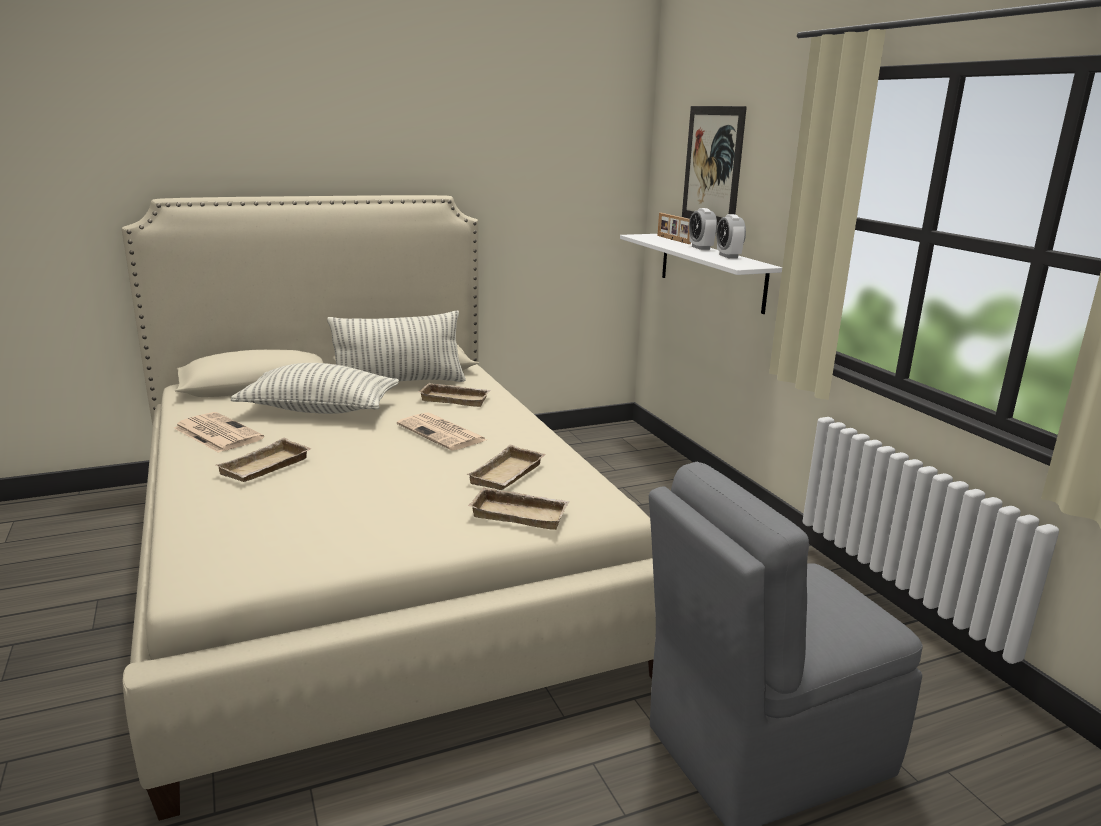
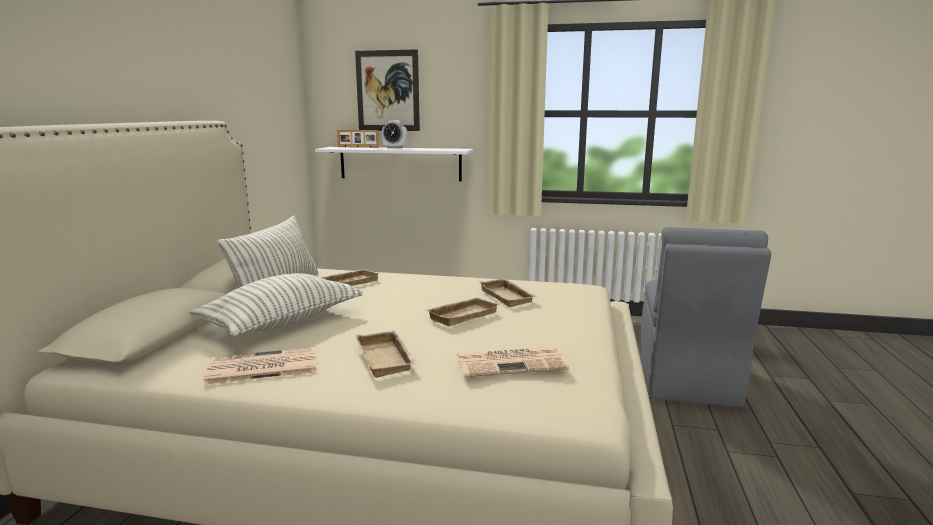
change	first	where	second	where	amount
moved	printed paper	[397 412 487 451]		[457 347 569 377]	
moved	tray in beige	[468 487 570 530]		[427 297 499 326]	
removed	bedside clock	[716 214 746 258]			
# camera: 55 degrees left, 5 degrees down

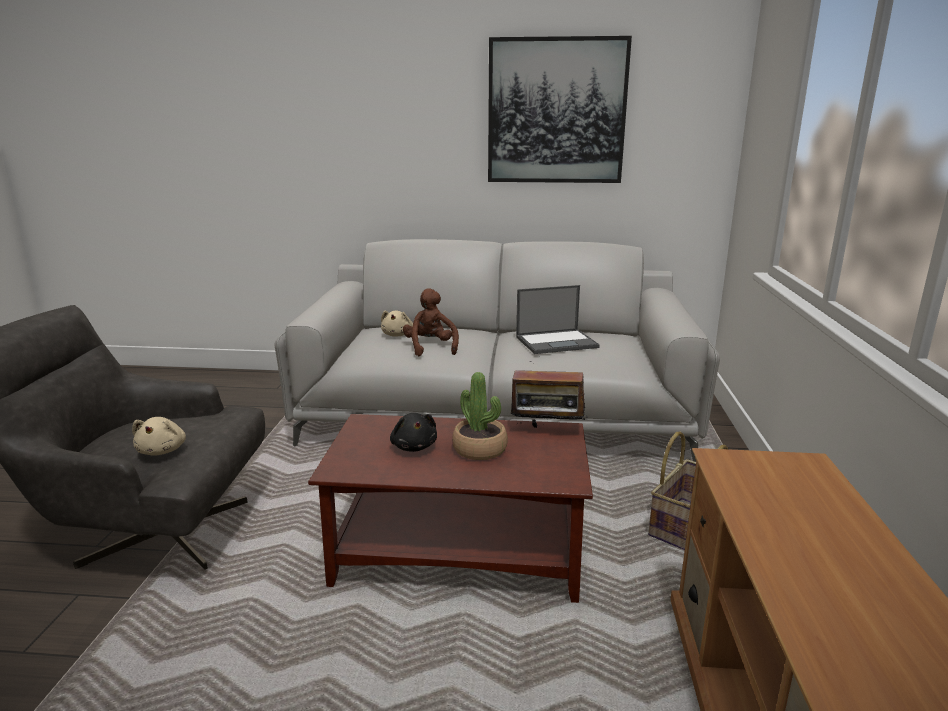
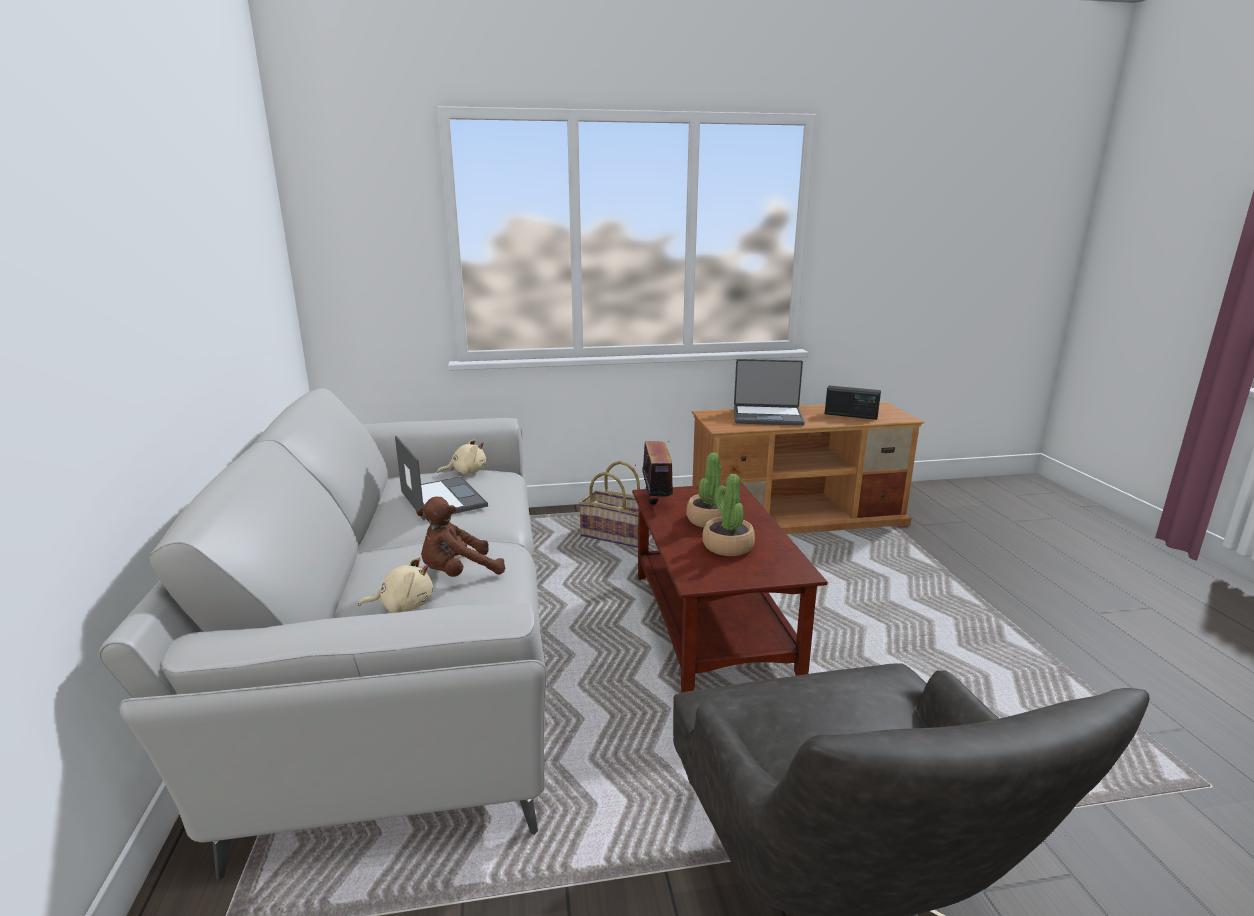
change	first	where	second	where	amount
moved	soft toy in beige	[132 417 186 456]		[437 439 486 474]	
replaced	soft toy in black-coloured	[390 413 437 452]	potted plant	[702 474 755 556]	
removed	picture	[488 36 632 183]			
added			portable computer	[734 359 805 426]	
added			radio receiver	[825 386 881 420]	
# camera: 105 degrees left, 0 degrees up

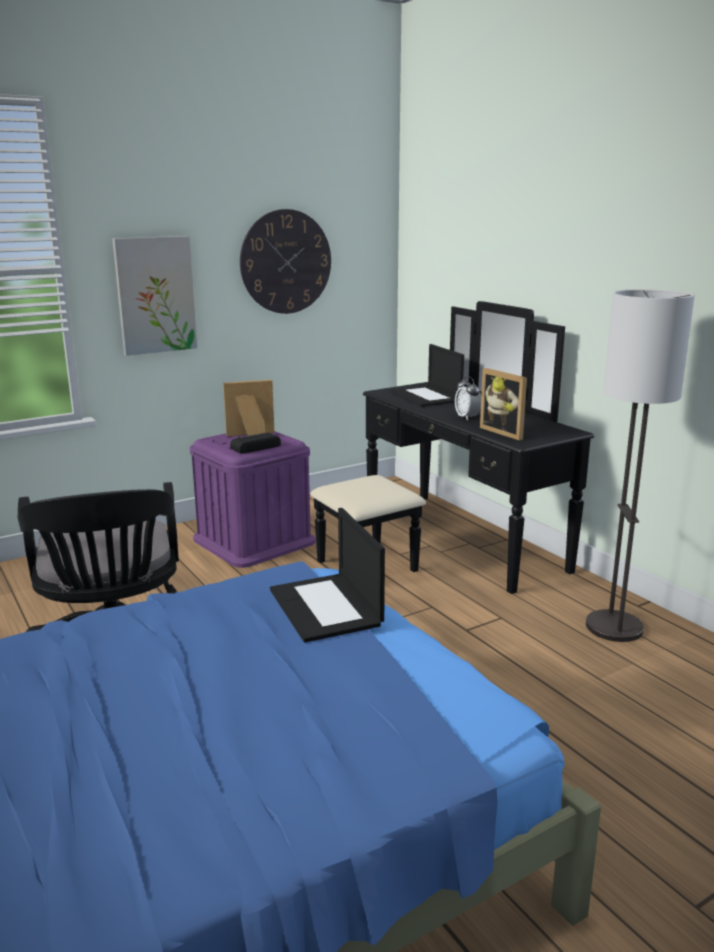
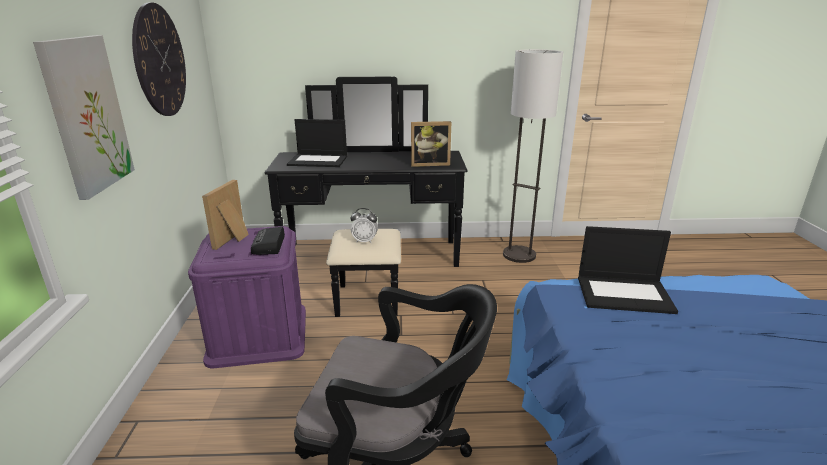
change	first	where	second	where	amount
moved	bedside clock	[455 376 481 420]		[350 208 378 244]	
# camera: 60 degrees left, 5 degrees up

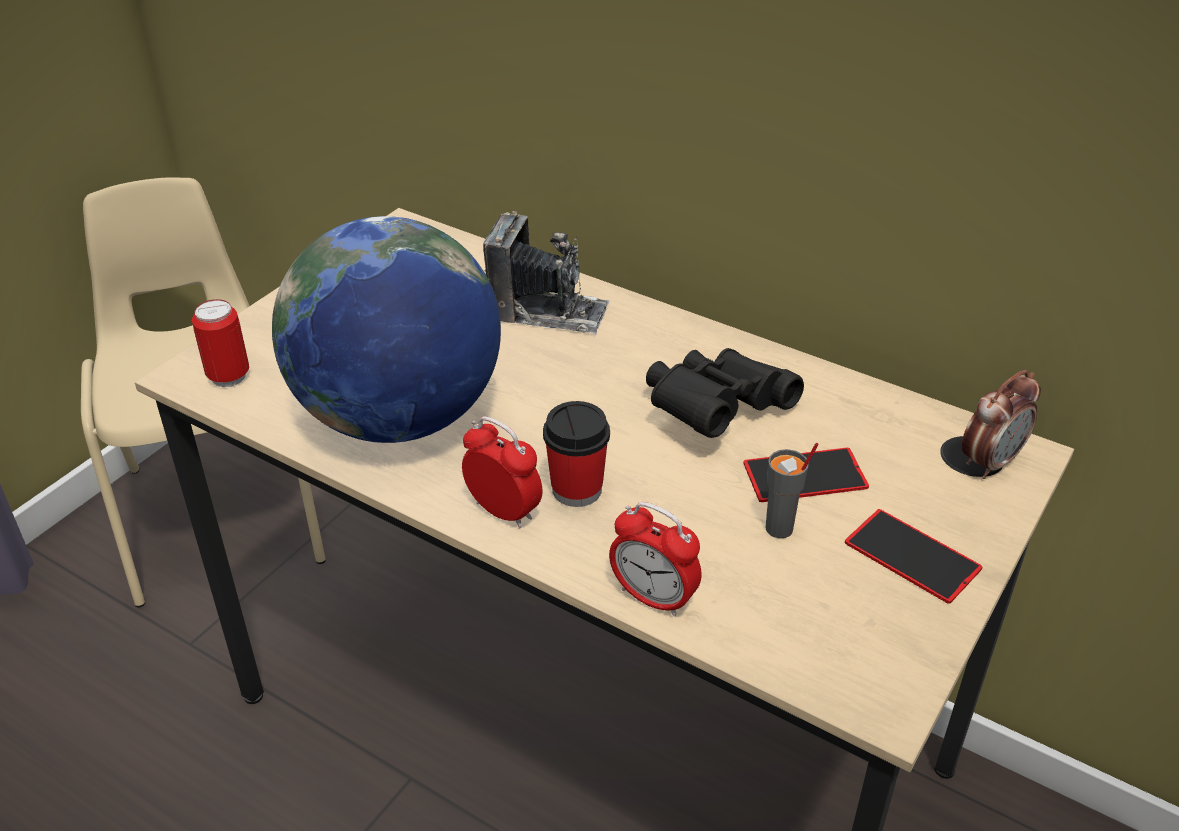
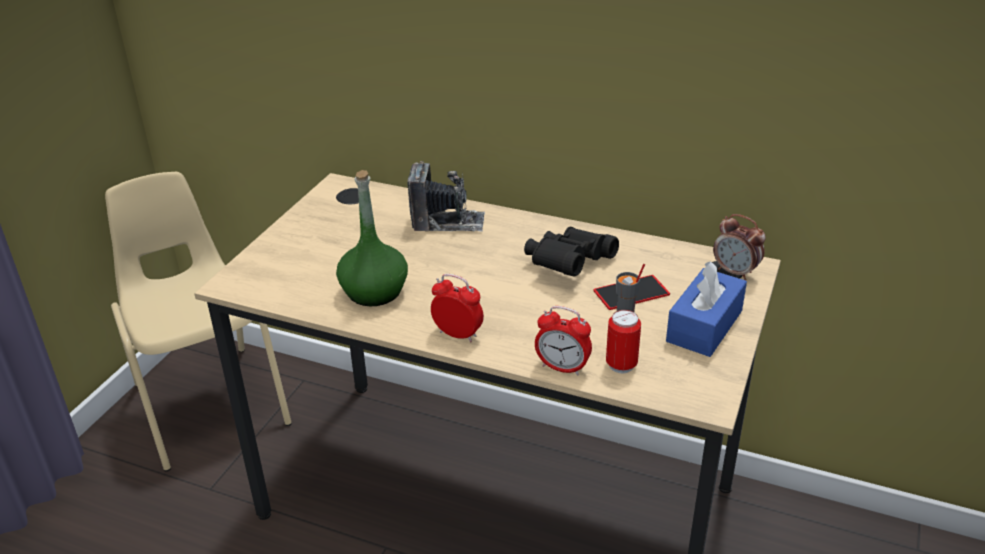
change	first	where	second	where	amount
moved	sealed can	[192 299 249 387]		[606 310 641 373]	
replaced	world globe	[272 216 501 443]	beverage bottle in greenish	[336 170 408 306]	
removed	cup	[543 401 610 507]			
replaced	phone	[845 509 983 604]	tissue box in bluish	[666 262 747 357]	
turned	bedside clock	[961 370 1041 479]		[713 214 766 280]	90 degrees clockwise
# camera: 10 degrees left, 5 degrees down

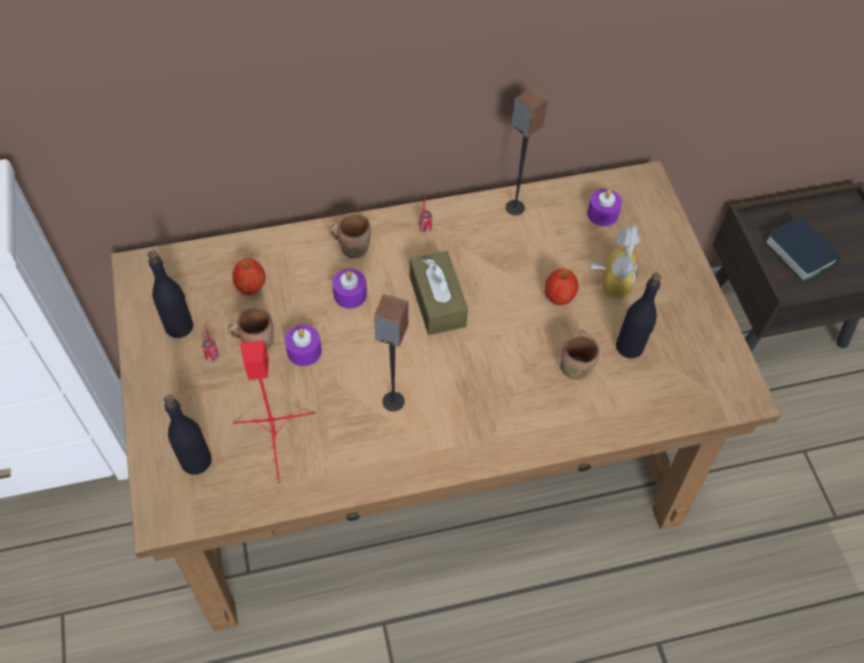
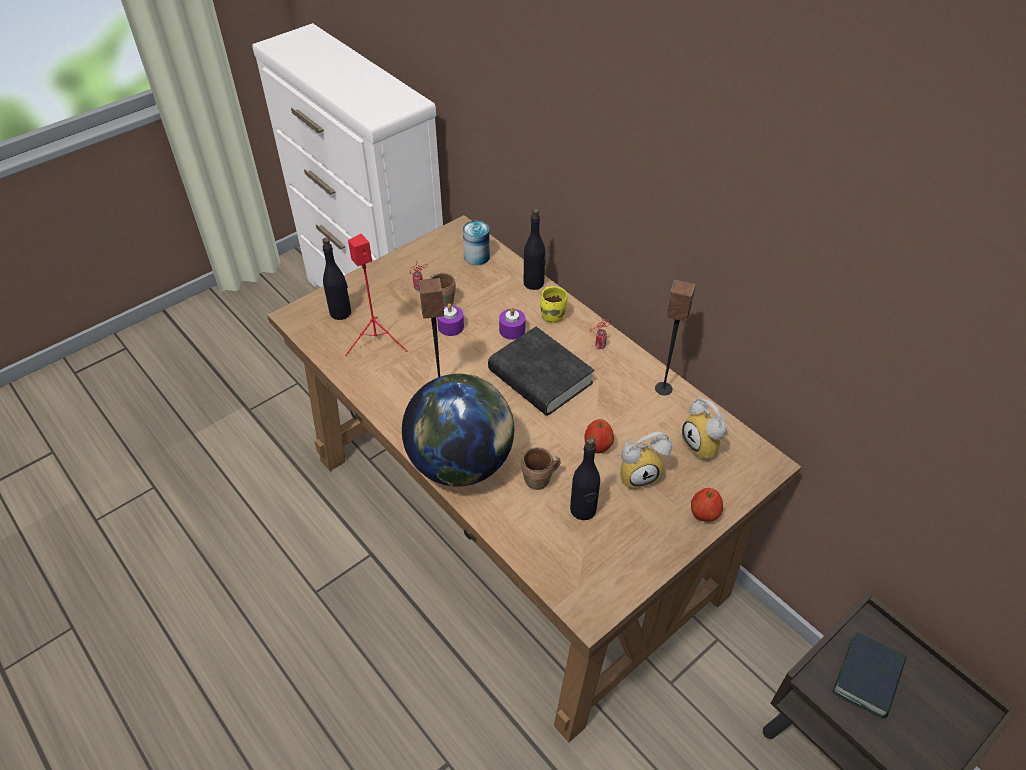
change	first	where	second	where	amount
moved	beverage bottle in black-coloured	[148 250 193 338]		[524 208 546 290]	
moved	apple	[232 258 266 295]		[691 488 723 522]	
recoloured	mug in brownish	[329 212 371 259]	mug in yellowish	[540 286 568 324]	
replaced	tissue box in brownish	[410 251 468 335]	bound book in black-coloured	[488 327 594 416]	
replaced	wax light in purplish	[587 189 622 226]	bedside clock	[682 399 727 459]	
added			world globe	[402 374 514 487]	
added			sealed can	[463 221 490 265]	
# camera: 65 degrees right, 10 degrees down

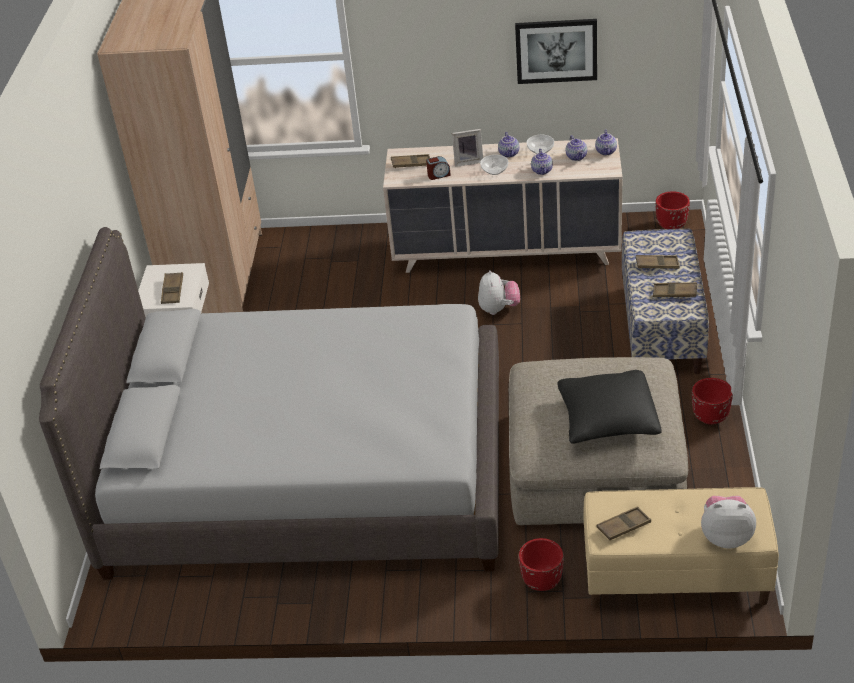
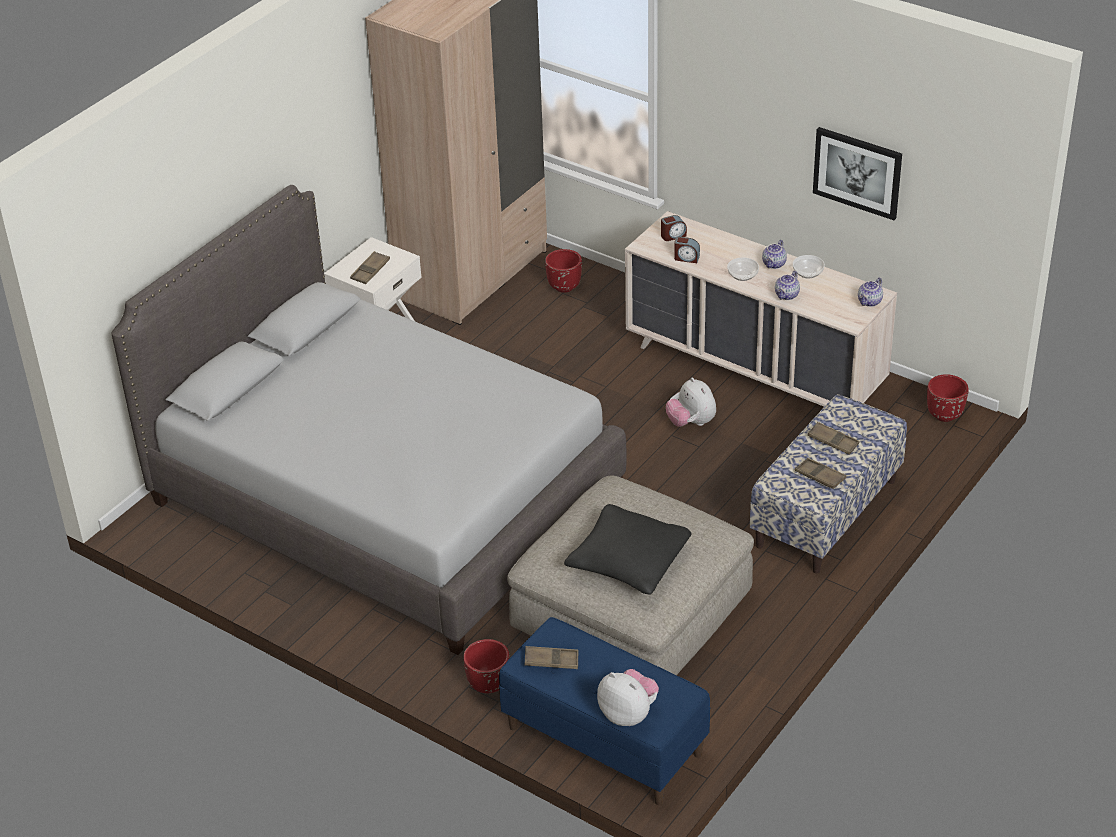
change	first	where	second	where	amount
replaced	tray in brownish	[391 154 430 168]	bedside clock	[661 215 687 241]	
removed	picture frame	[452 129 483 167]			
turned	soft toy	[478 270 520 315]		[666 377 716 427]	120 degrees clockwise
removed	teapot	[566 135 587 161]			
recoloured	bench in beige	[584 487 779 608]	bench in bluish	[499 617 710 805]	
moved	flower pot in reddish	[692 378 733 425]		[545 249 582 293]	
# camera: 30 degrees right, 0 degrees up

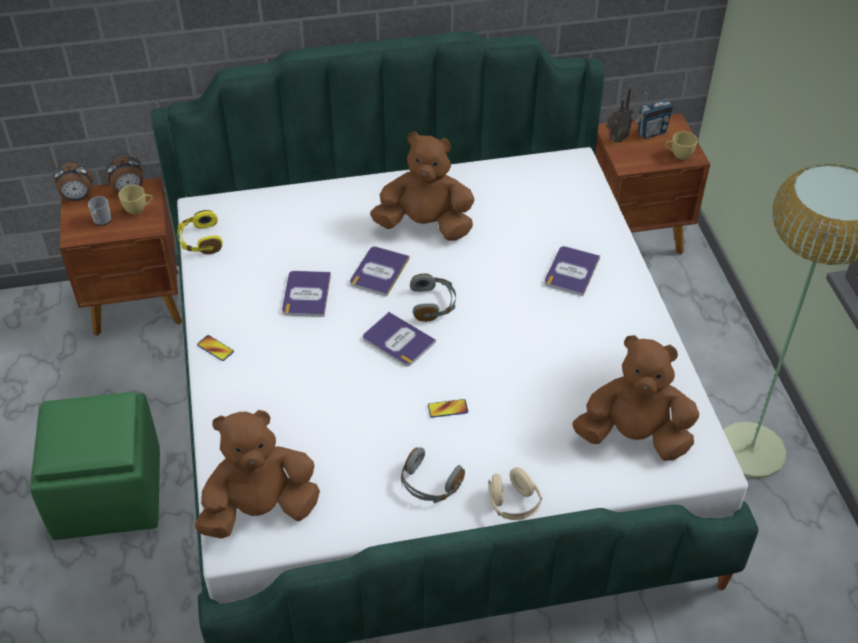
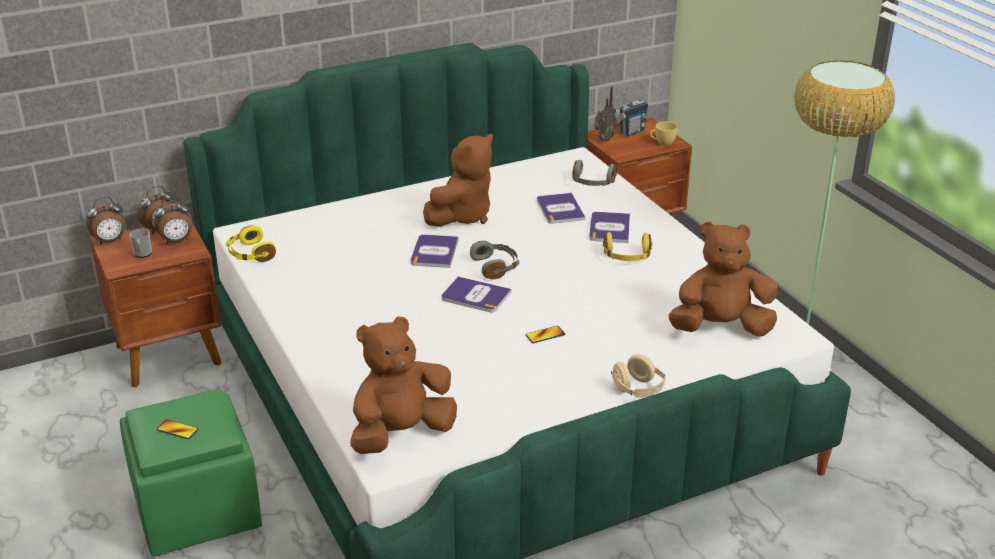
change	first	where	second	where	amount
replaced	cup in yellowish	[119 185 153 214]	bedside clock	[154 197 192 244]	
moved	phone	[197 335 234 361]		[157 419 199 439]	
moved	bound book	[282 271 331 317]		[537 193 586 224]	
turned	soft toy in brownish	[370 132 475 241]		[423 134 493 227]	135 degrees clockwise
moved	headset in grey	[401 447 465 503]		[572 160 617 186]	
added			headset in yellowish	[603 232 652 261]	
# camera: 15 degrees left, 15 degrees down

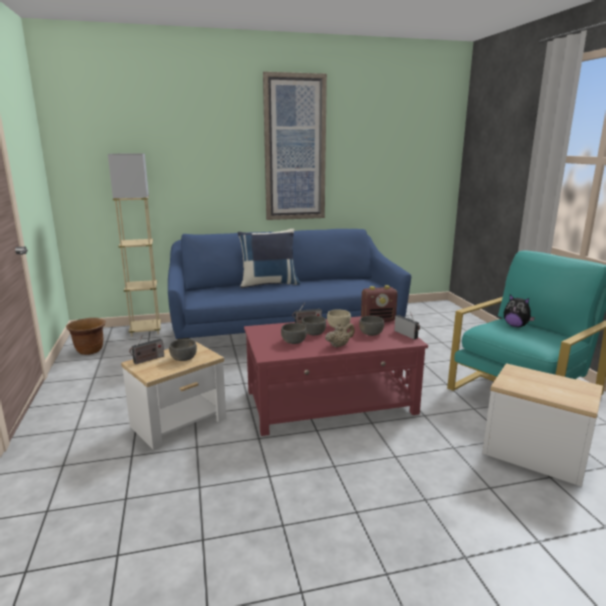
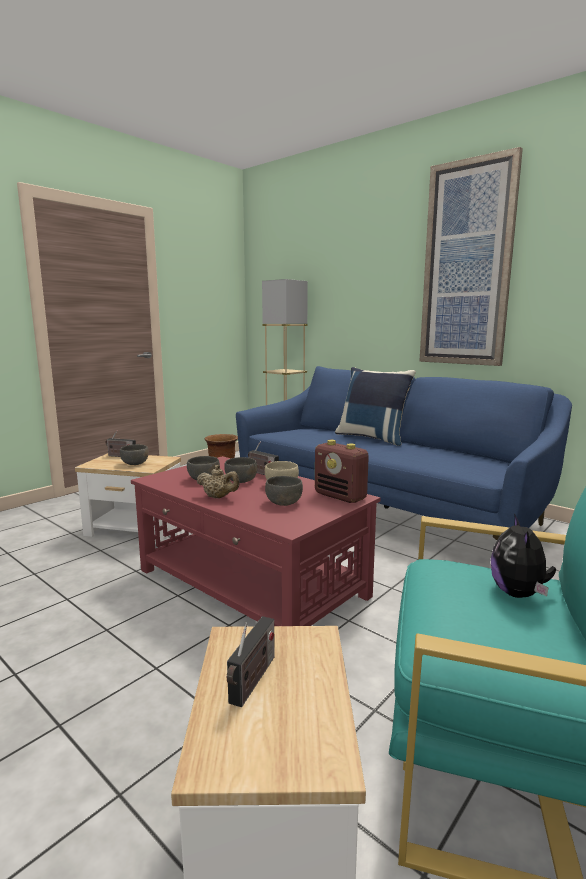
change	first	where	second	where	amount
moved	radio receiver	[394 312 420 339]		[227 616 275 707]	
# camera: 55 degrees right, 5 degrees down

